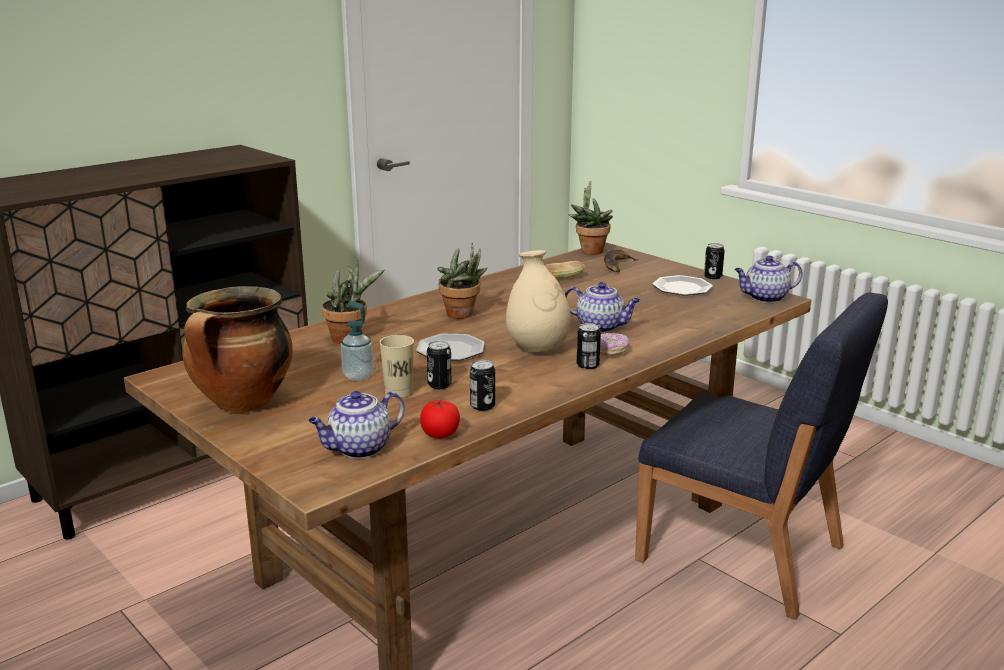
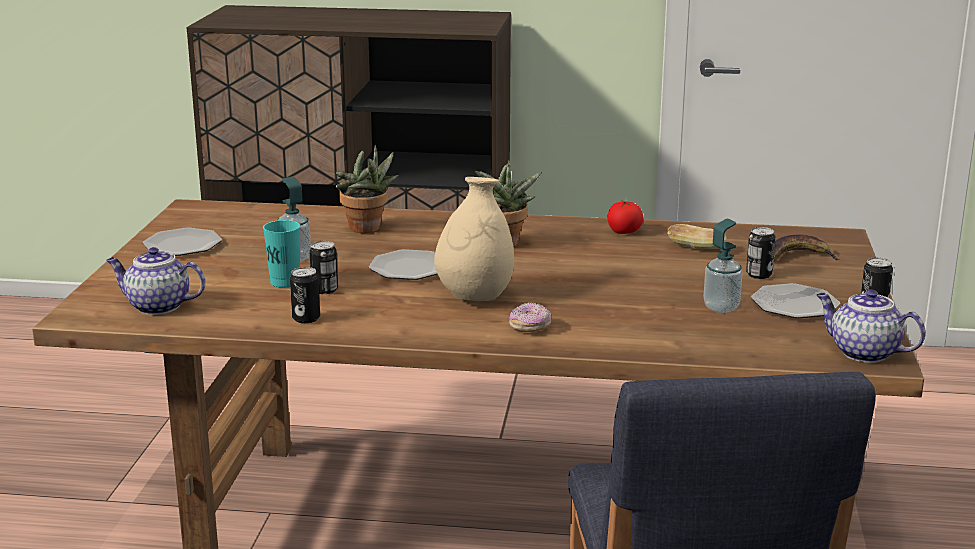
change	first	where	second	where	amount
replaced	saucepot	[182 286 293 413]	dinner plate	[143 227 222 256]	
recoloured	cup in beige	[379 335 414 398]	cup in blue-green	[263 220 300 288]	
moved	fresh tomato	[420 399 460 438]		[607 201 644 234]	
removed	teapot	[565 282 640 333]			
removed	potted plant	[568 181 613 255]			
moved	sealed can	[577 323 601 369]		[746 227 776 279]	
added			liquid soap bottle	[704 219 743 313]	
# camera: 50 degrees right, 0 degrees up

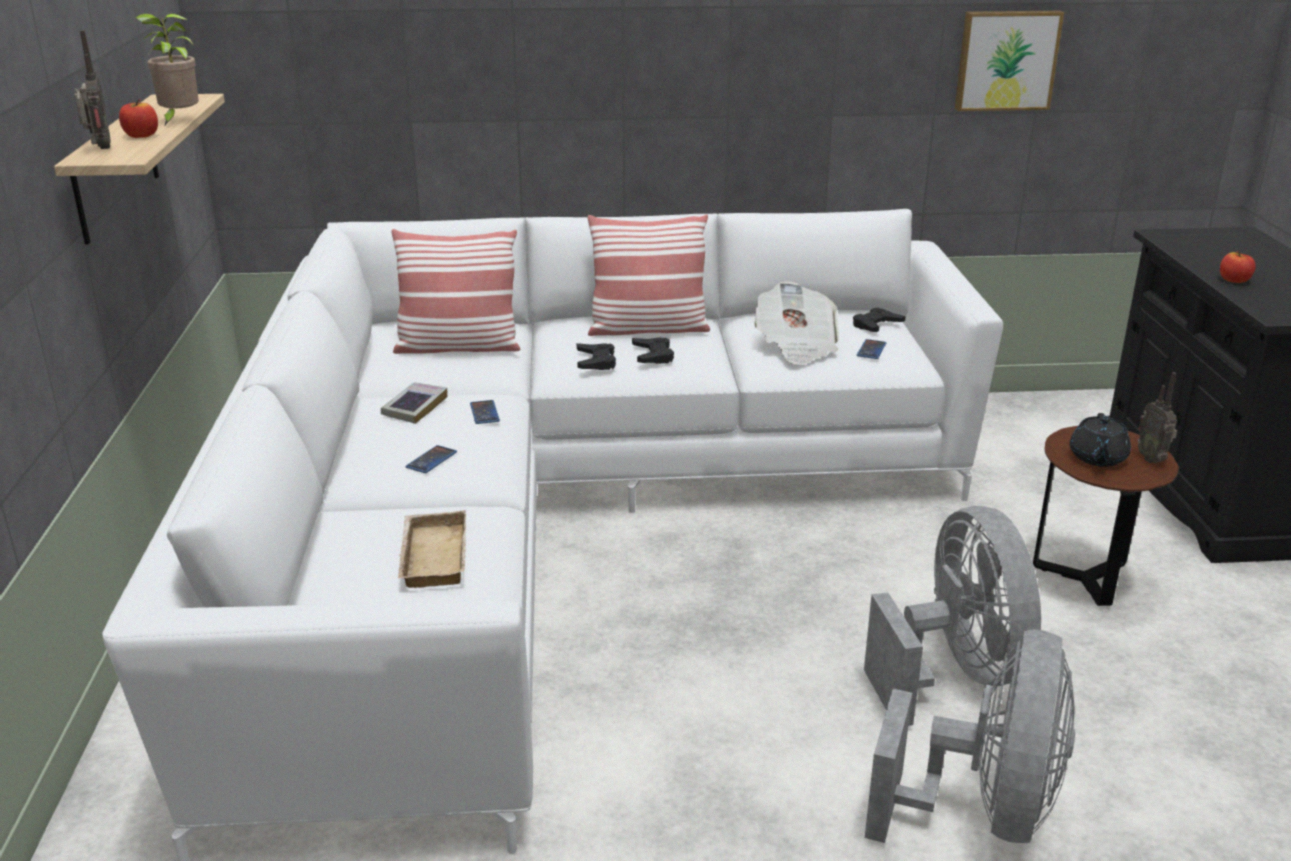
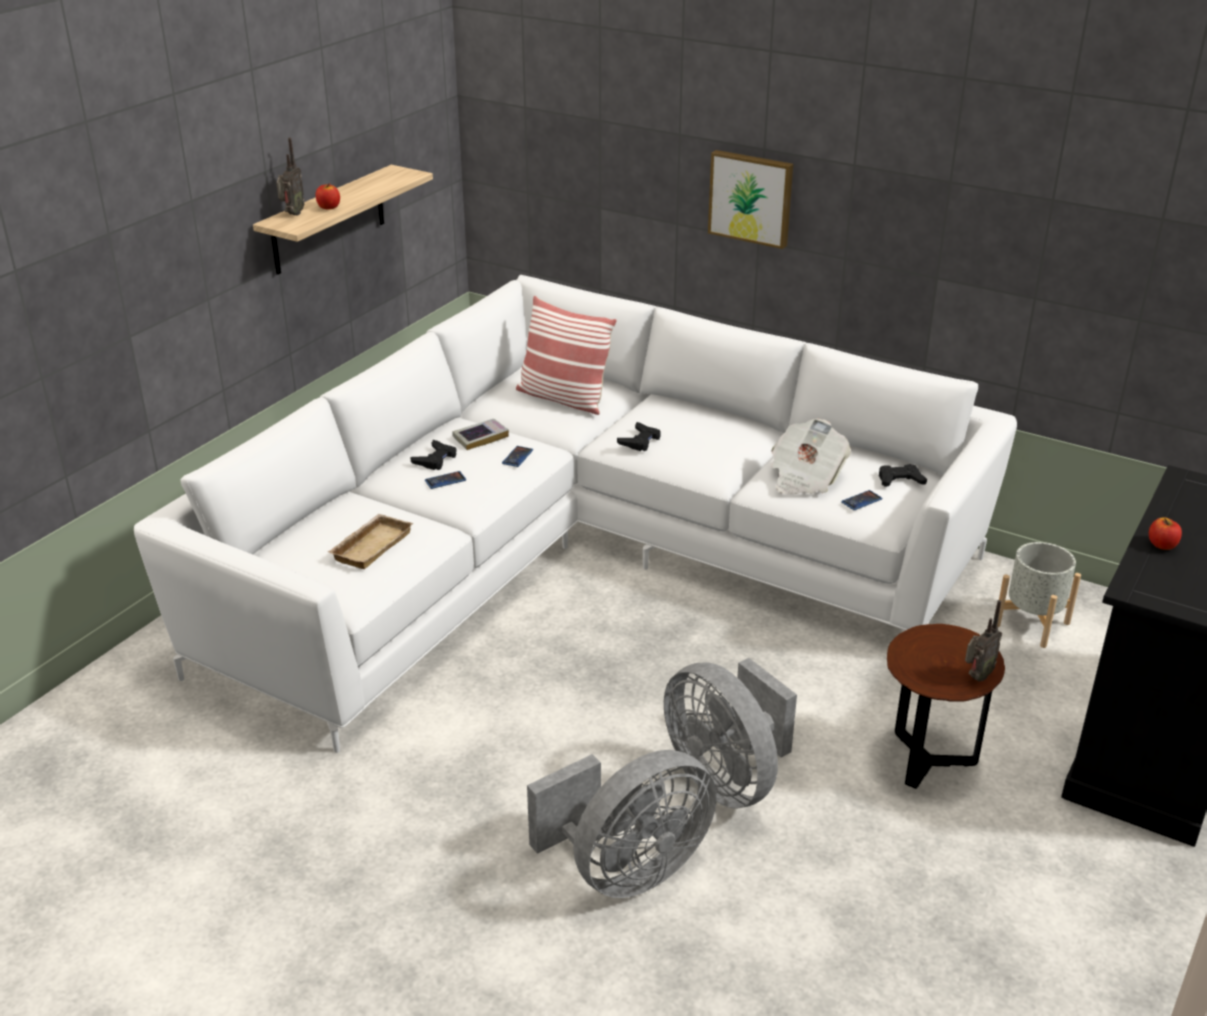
change	first	where	second	where	amount
removed	potted plant	[135 13 199 126]			
removed	pillow	[587 214 710 336]			
moved	gamepad in black-coloured	[632 337 674 364]		[410 440 457 470]	
turned	fan in grey	[864 506 1041 726]		[664 658 797 809]	120 degrees clockwise
moved	picture	[955 11 1064 111]		[708 150 793 249]	
removed	teapot in black-coloured	[1070 413 1131 467]			
turned	radio receiver	[1138 372 1177 463]		[965 600 1002 681]	150 degrees counterclockwise
added			flower pot in grey	[997 542 1081 648]	
# camera: 35 degrees right, 5 degrees up

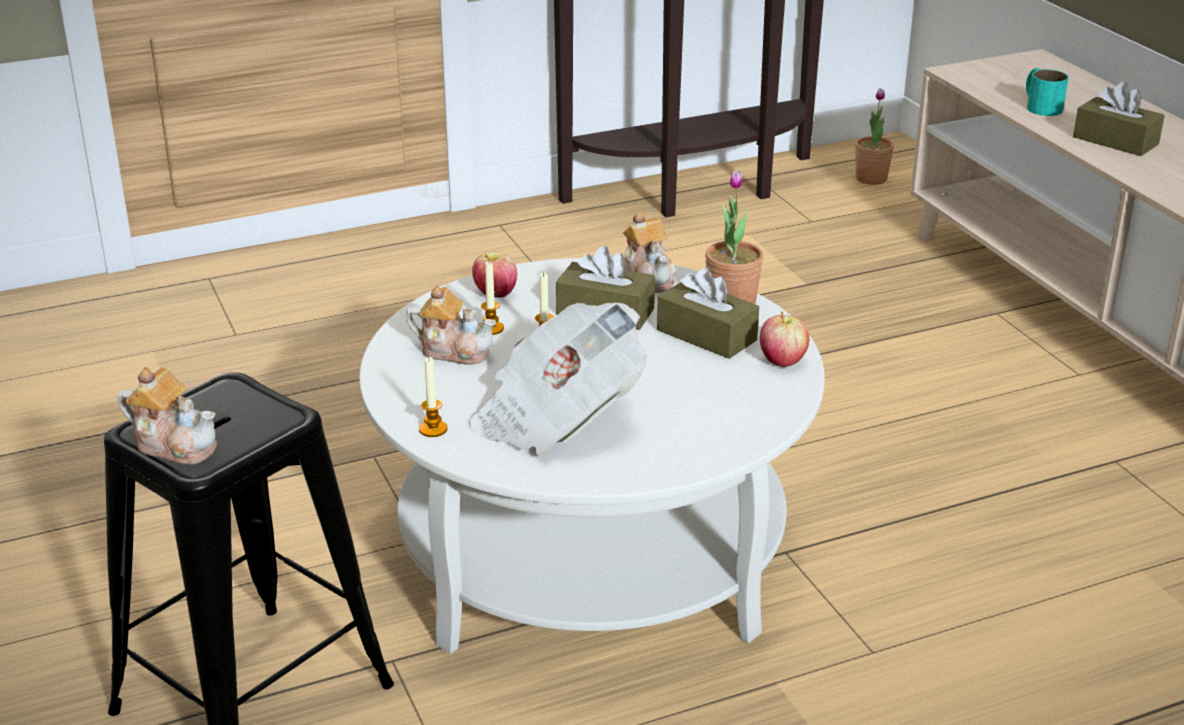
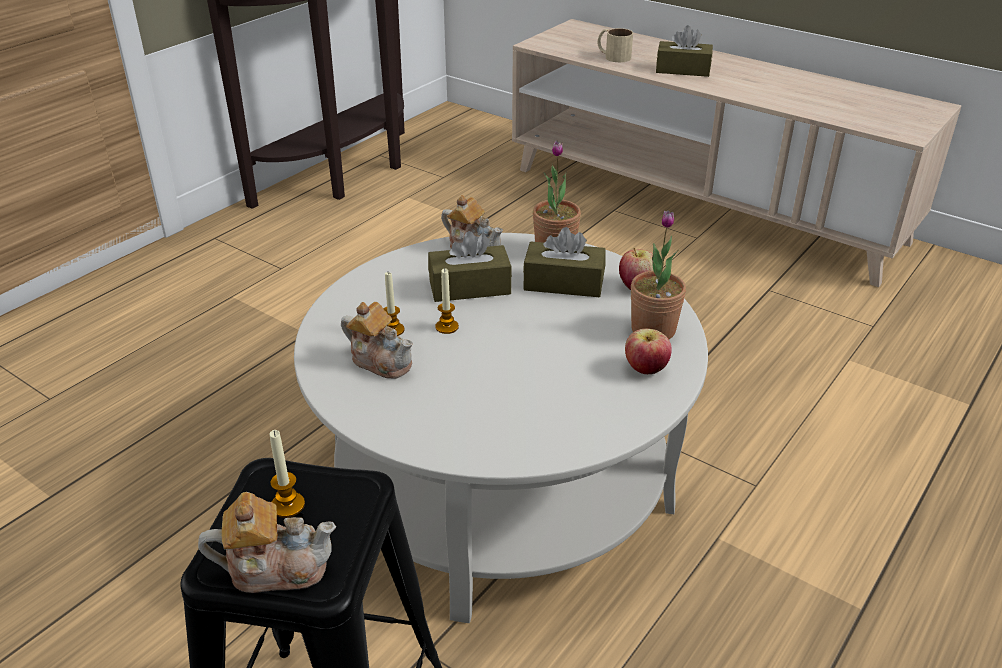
change	first	where	second	where	amount
turned	teapot	[406 286 496 365]		[341 302 413 379]	45 degrees clockwise
moved	wax light	[419 357 447 437]		[270 430 305 518]	
removed	printed paper	[469 303 647 455]			
moved	apple	[472 252 517 298]		[625 329 672 374]	
moved	potted plant	[855 88 894 185]		[631 210 686 339]	
recoloured	mug in blue-green	[1026 68 1069 116]	mug in beige	[597 28 633 62]	
# camera: 30 degrees left, 5 degrees up

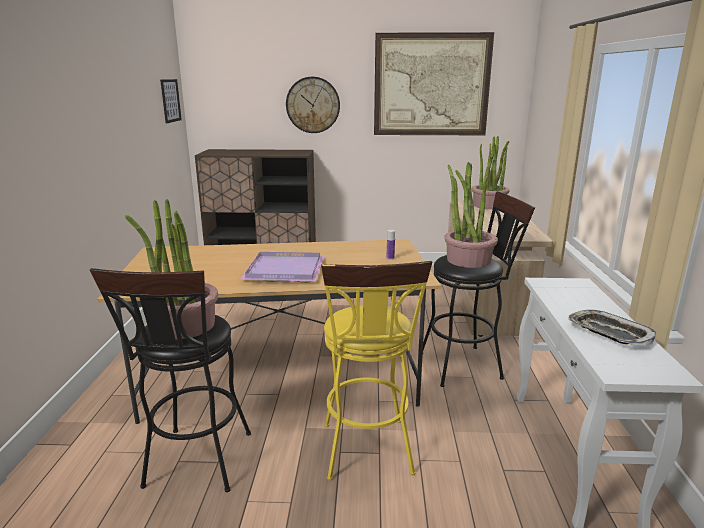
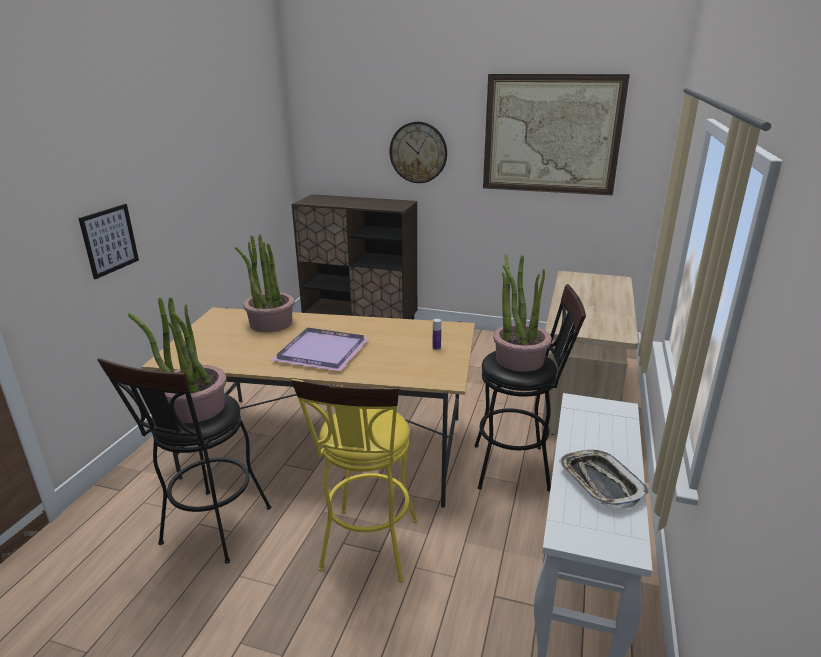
change	first	where	second	where	amount
moved	picture	[160 79 182 123]		[79 204 139 279]	
moved	potted plant	[471 136 509 209]		[235 234 295 332]	
# camera: 15 degrees right, 5 degrees up

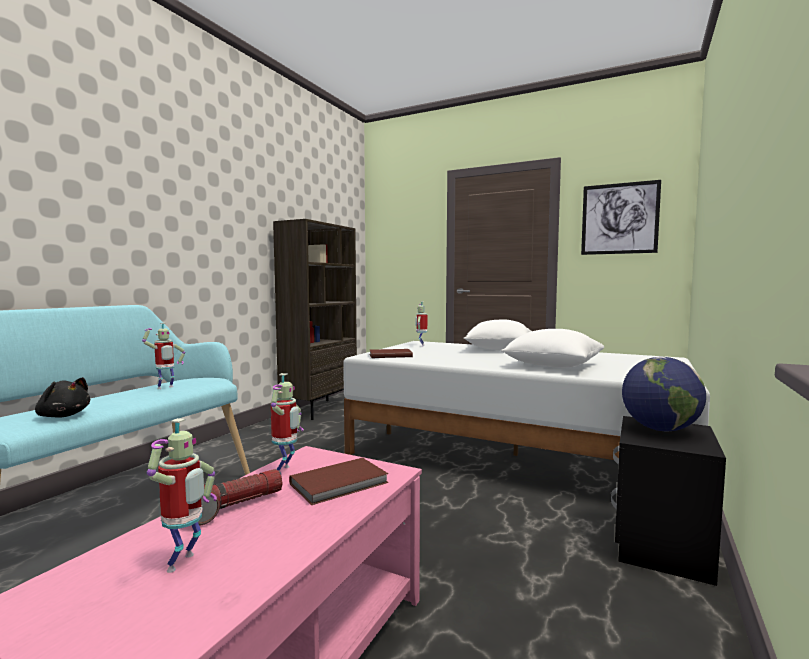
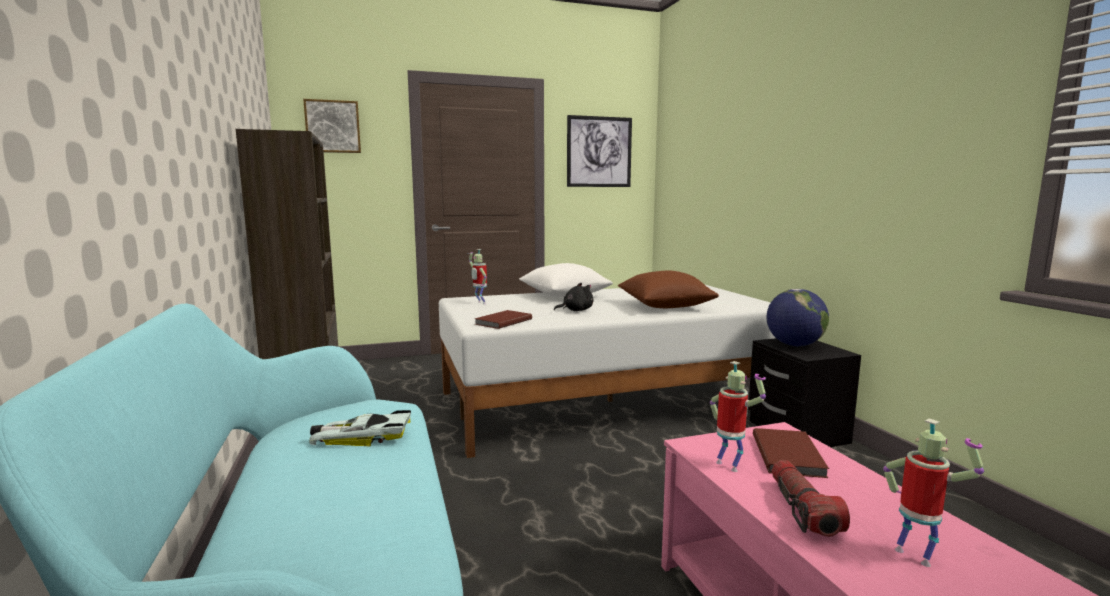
change	first	where	second	where	amount
moved	soft toy in black-coloured	[35 377 90 418]		[554 283 593 311]	
replaced	toy robot	[142 323 185 389]	miniature car	[309 410 411 447]	
recoloured	pillow in white	[501 329 604 368]	pillow in brownish	[618 270 719 308]	
added			picture	[303 99 361 153]	
# camera: 45 degrees left, 5 degrees up

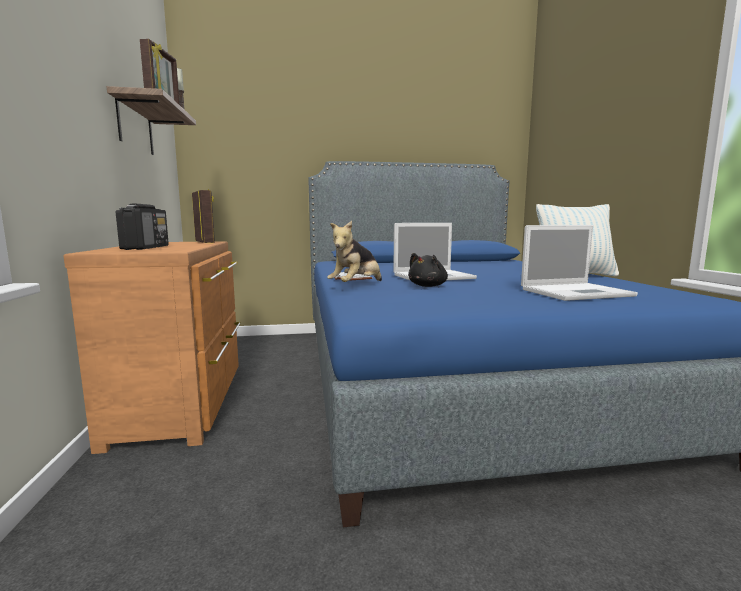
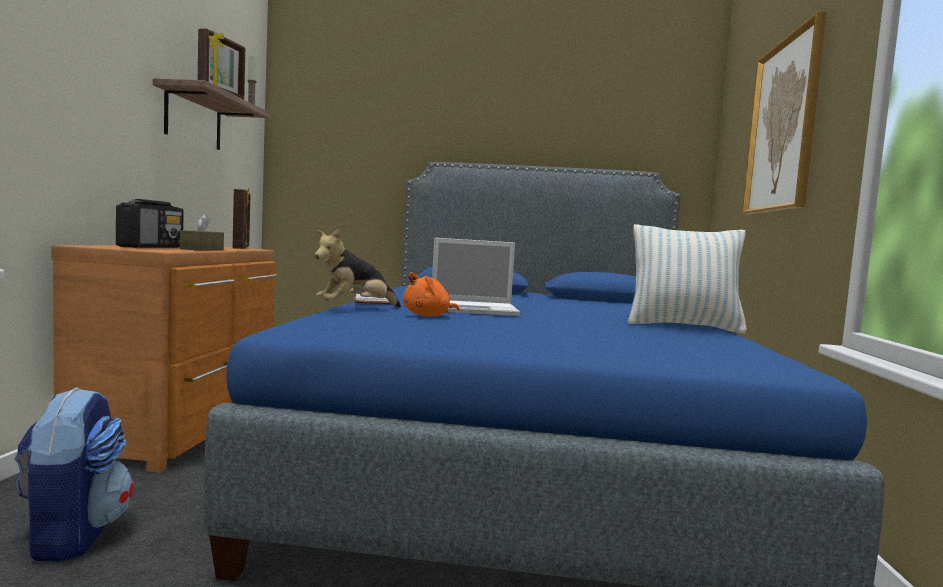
change	first	where	second	where	amount
recoloured	soft toy in black-coloured	[408 253 448 287]	soft toy in orangey	[403 273 460 316]	
removed	portable computer	[521 225 638 301]			
added			backpack	[14 387 134 562]	
added			tissue box in brownish	[180 214 224 251]	
added			picture	[742 12 827 214]	
# camera: 15 degrees right, 5 degrees down

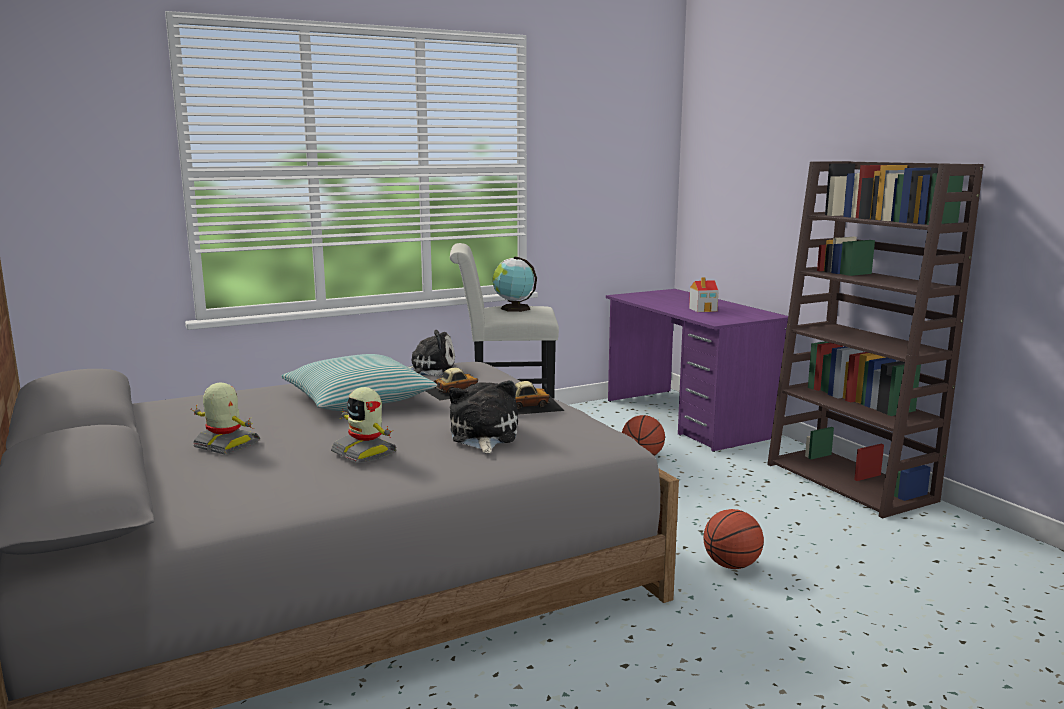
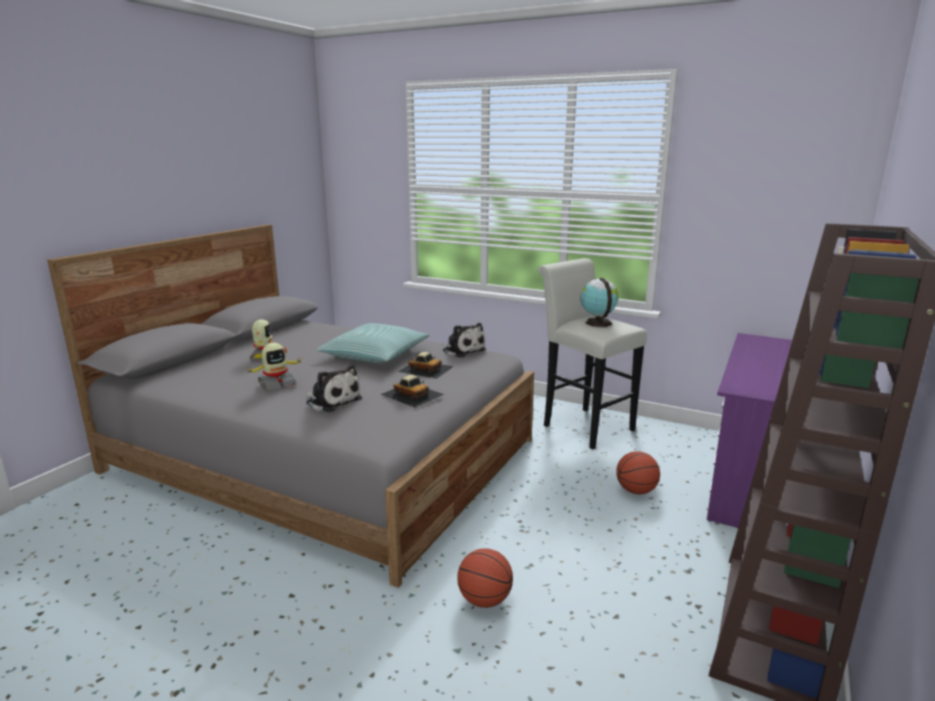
change	first	where	second	where	amount
turned	toy robot	[331 387 397 463]		[247 343 303 391]	135 degrees counterclockwise
turned	soft toy	[449 380 518 454]		[306 365 362 412]	75 degrees clockwise
removed	miniature house	[689 277 719 312]			
# camera: 55 degrees right, 5 degrees up

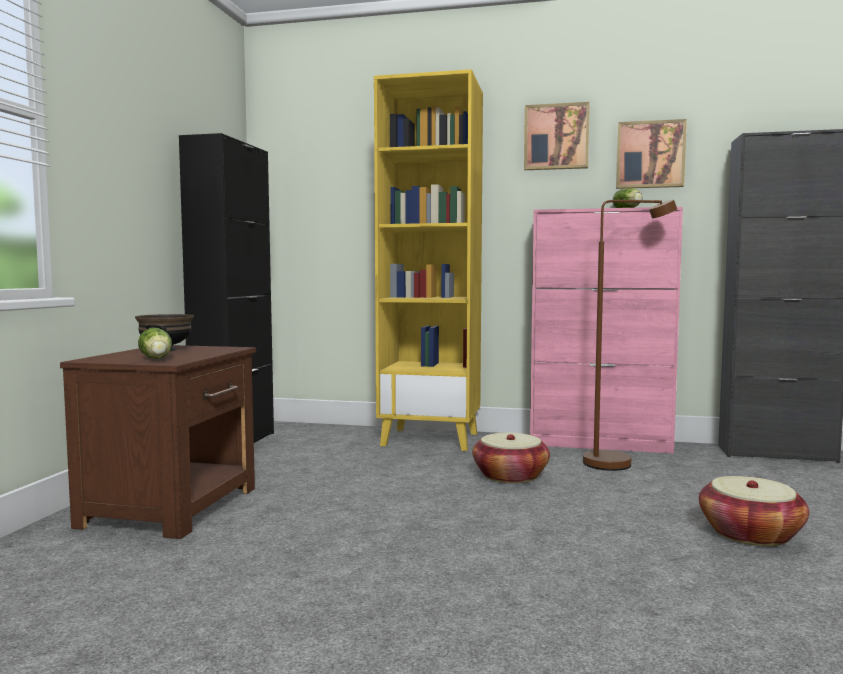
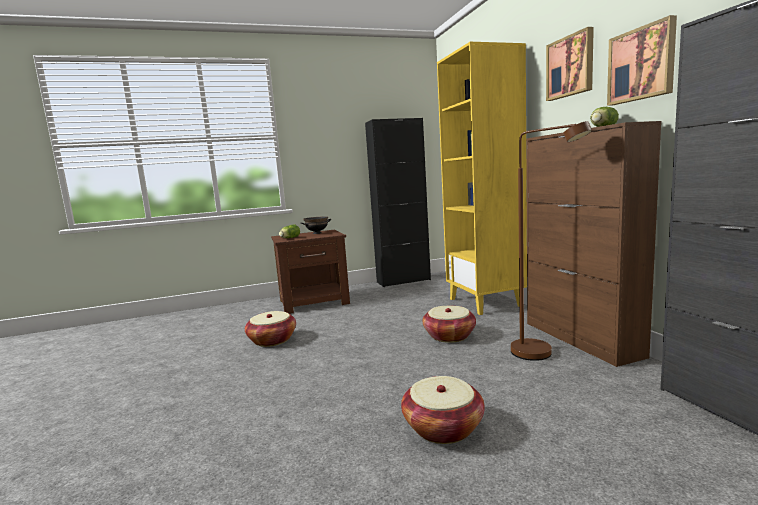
change	first	where	second	where	amount
recoloured	storage cabinet in pinkish	[530 207 683 453]	storage cabinet in brownish	[526 121 661 367]	
added			basket	[245 311 296 347]	
# camera: 60 degrees right, 5 degrees up

